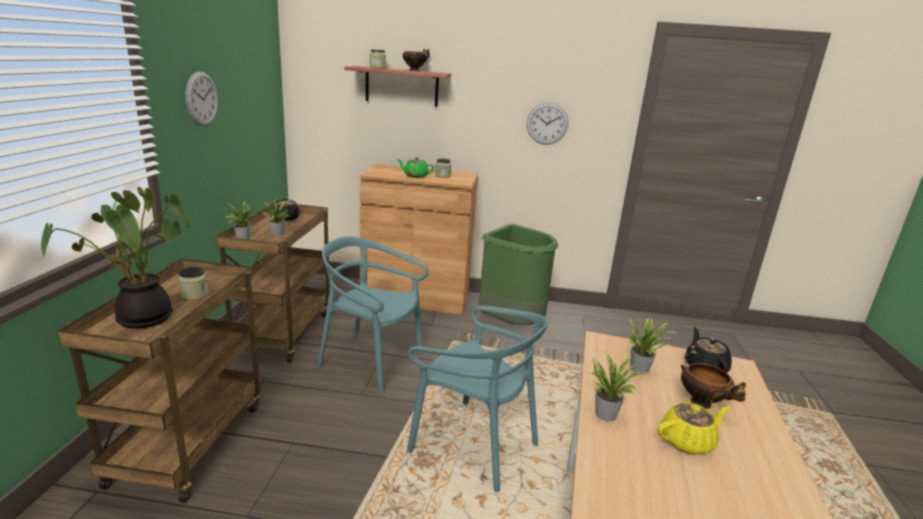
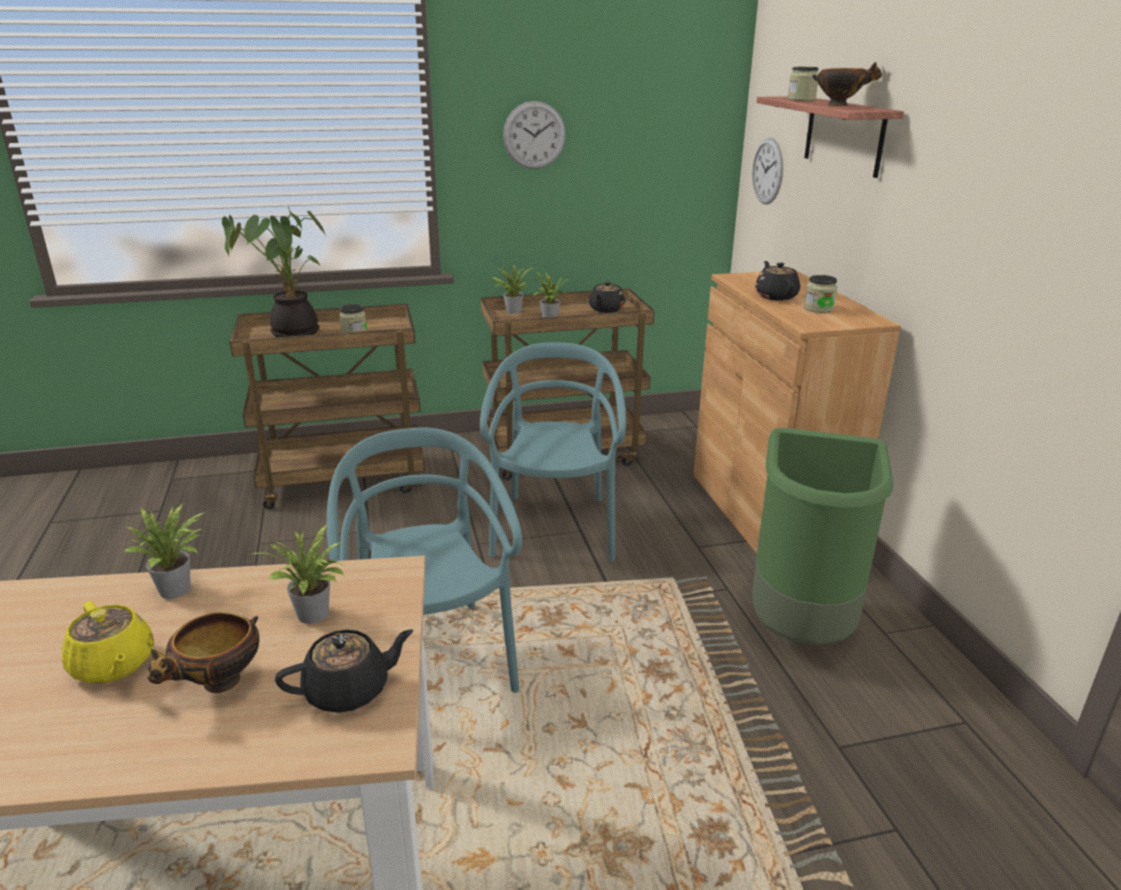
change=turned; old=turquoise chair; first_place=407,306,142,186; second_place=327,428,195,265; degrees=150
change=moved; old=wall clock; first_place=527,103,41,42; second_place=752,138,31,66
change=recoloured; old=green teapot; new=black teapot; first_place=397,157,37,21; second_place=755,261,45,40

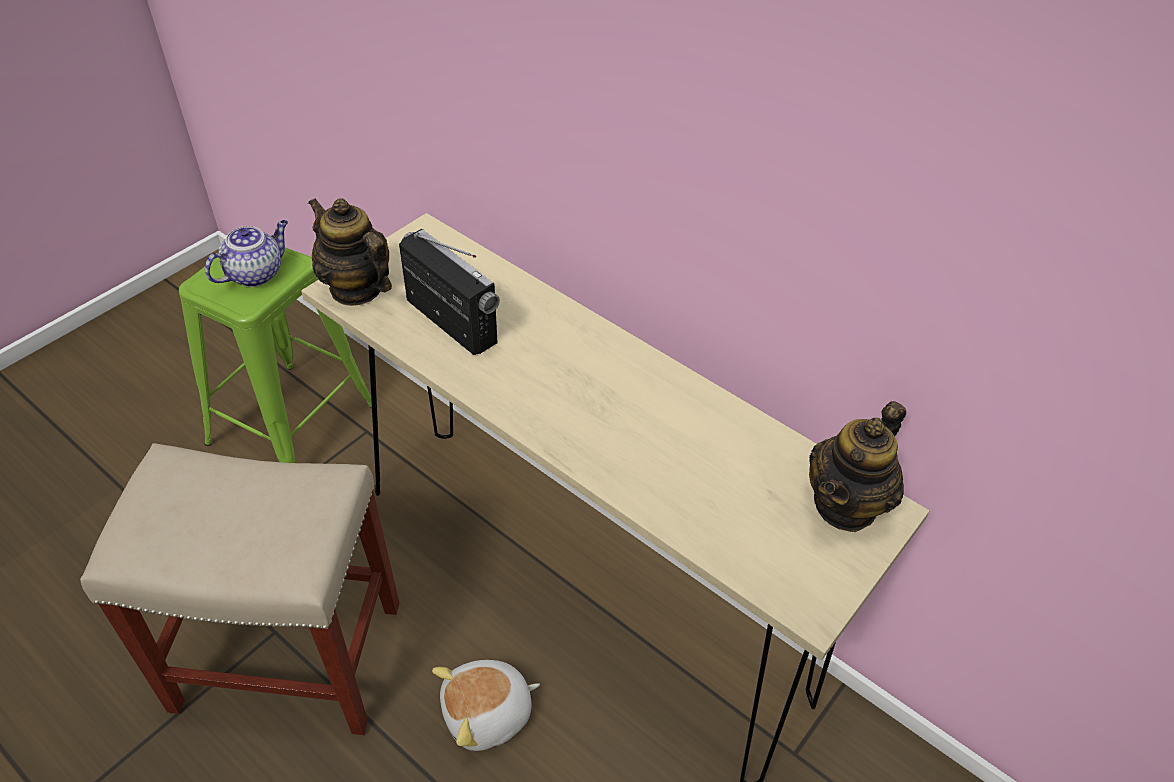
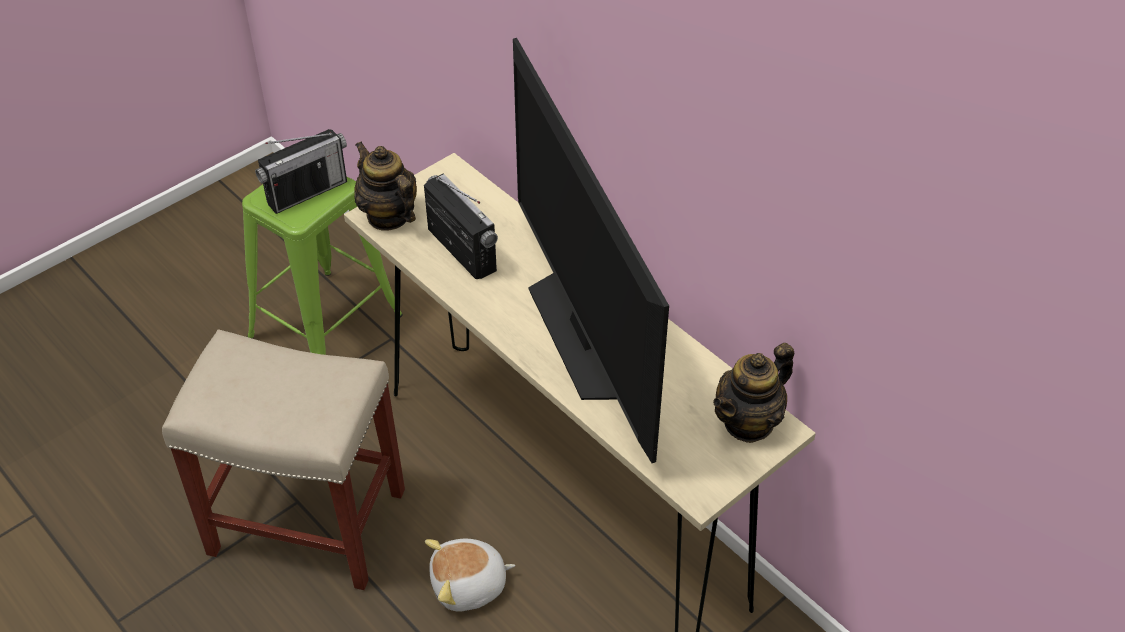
change=replaced; old=teapot; new=radio; first_place=205,220,83,67; second_place=255,129,92,85
change=added; new=television; second_place=513,38,156,425

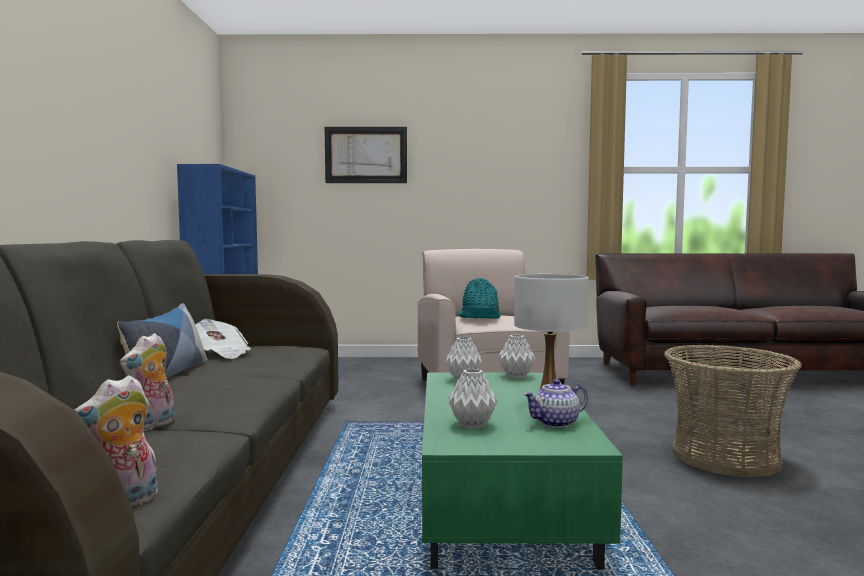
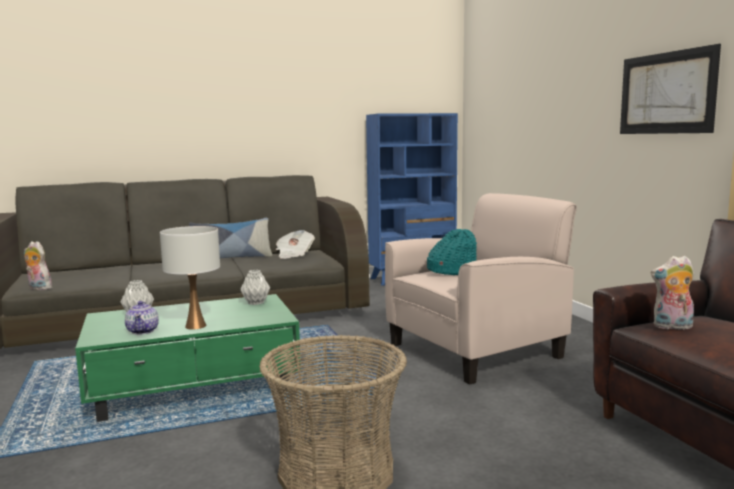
change=turned; old=teapot; first_place=523,379,65,49; second_place=125,301,34,34; degrees=-150
change=moved; old=picture; first_place=325,127,82,56; second_place=620,44,101,90
change=moved; old=plush toy; first_place=120,333,54,98; second_place=651,256,43,74
change=removed; old=grey vase; first_place=498,334,37,44

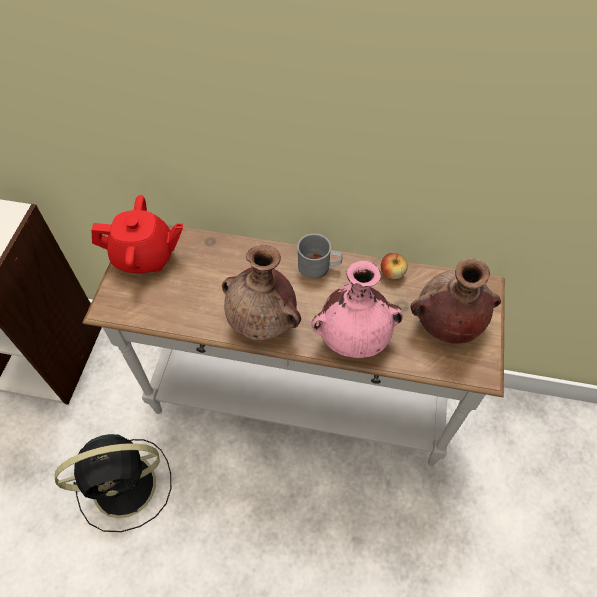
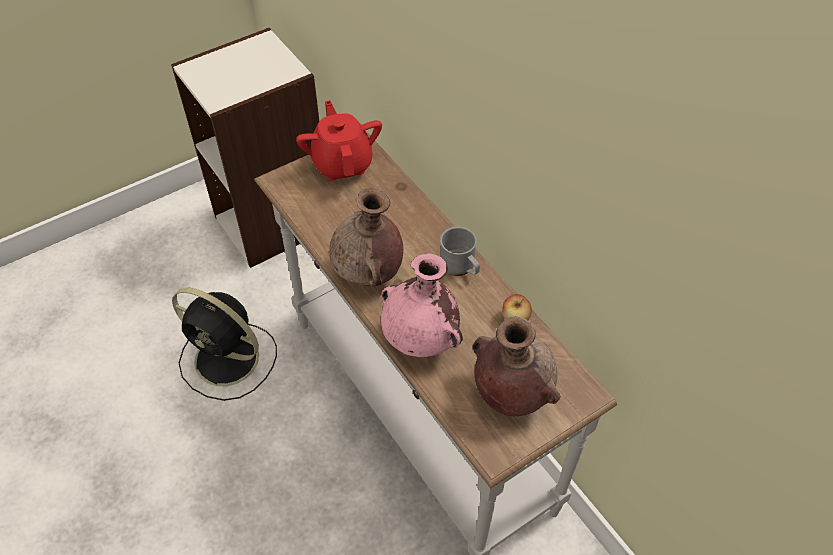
change=turned; old=red teapot; first_place=91,195,92,78; second_place=296,100,86,81; degrees=-150

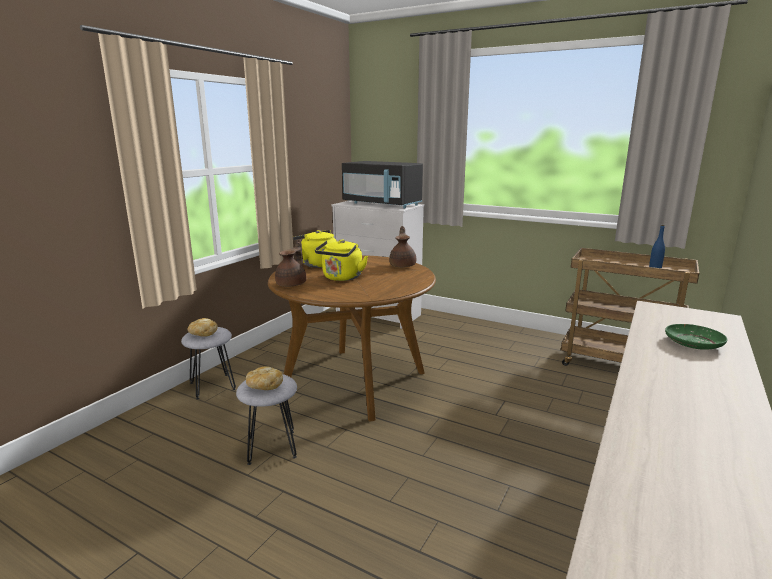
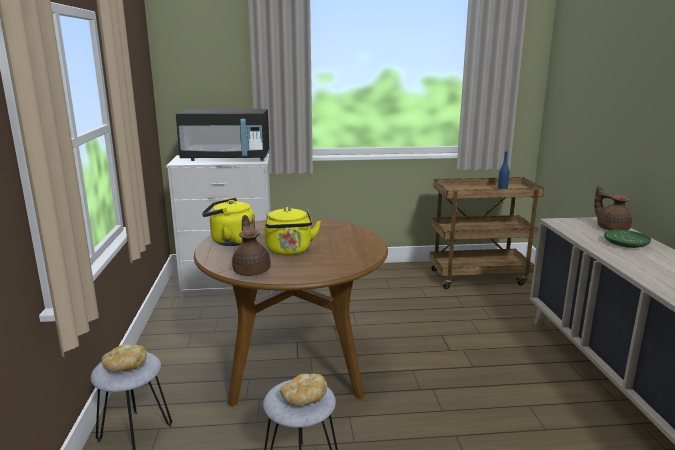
change=moved; old=brown teapot; first_place=389,226,27,42; second_place=594,185,38,45

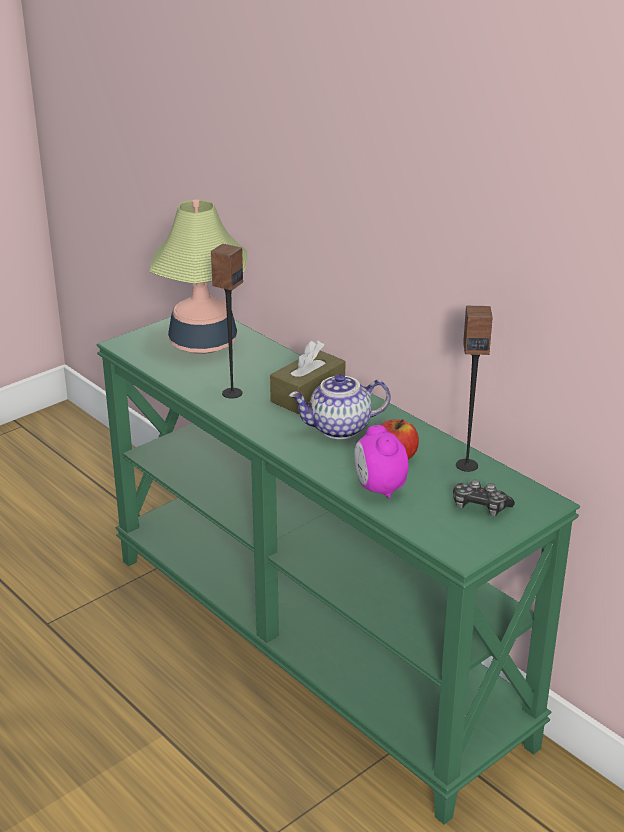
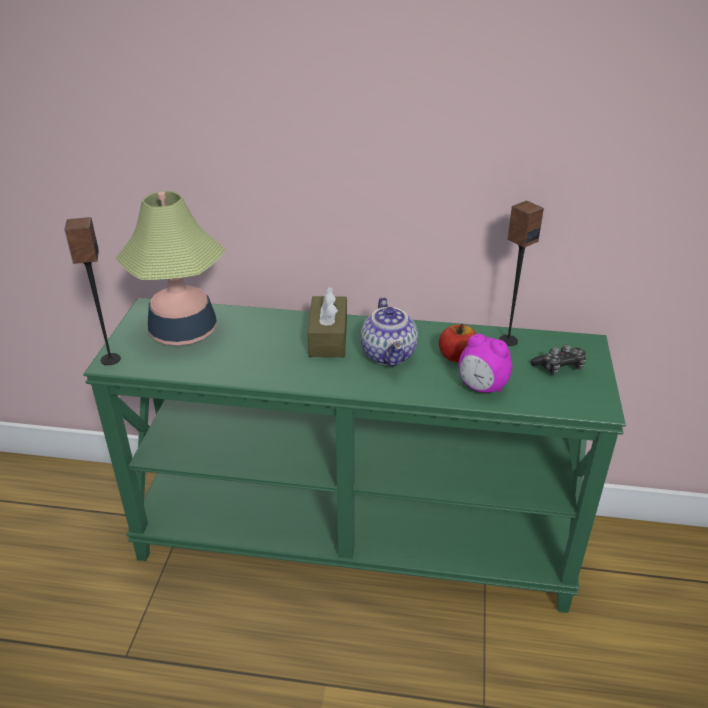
change=moved; old=speaker; first_place=211,244,32,155; second_place=64,217,57,148
change=turned; old=teapot; first_place=289,374,102,65; second_place=361,297,57,70; degrees=-45

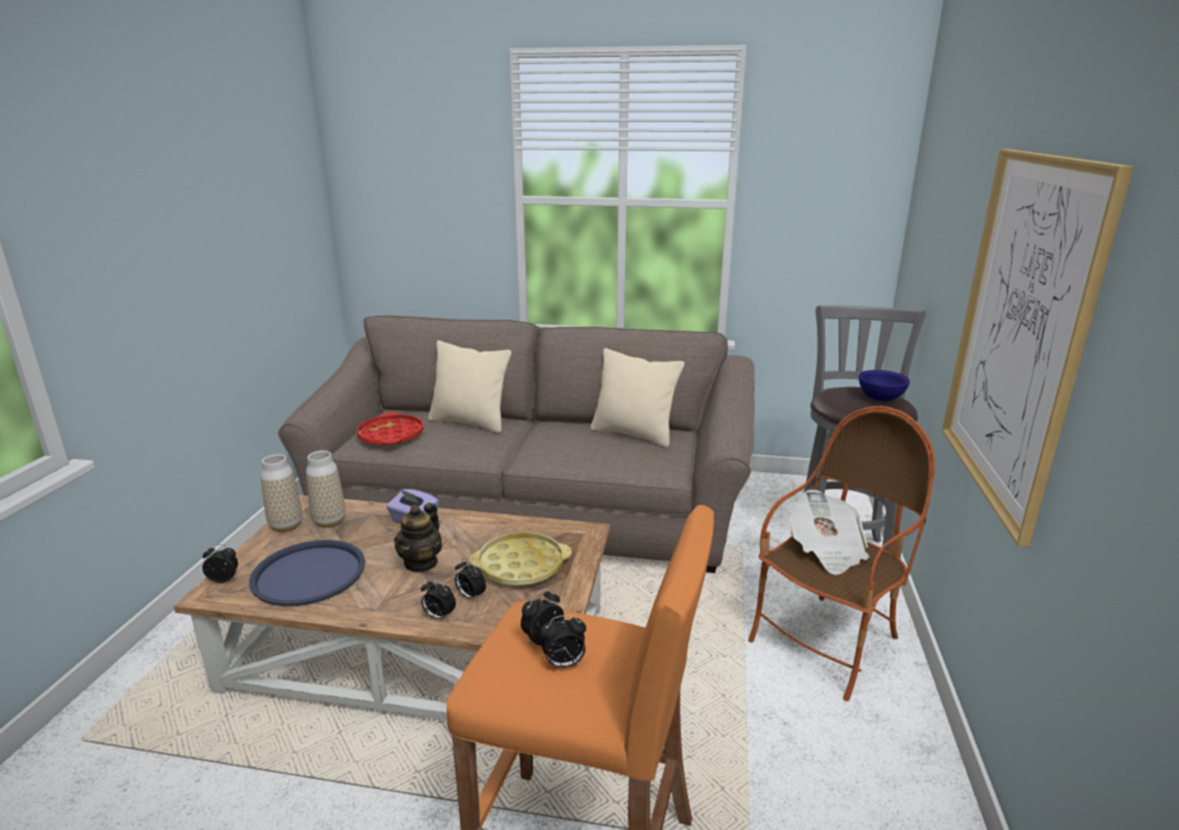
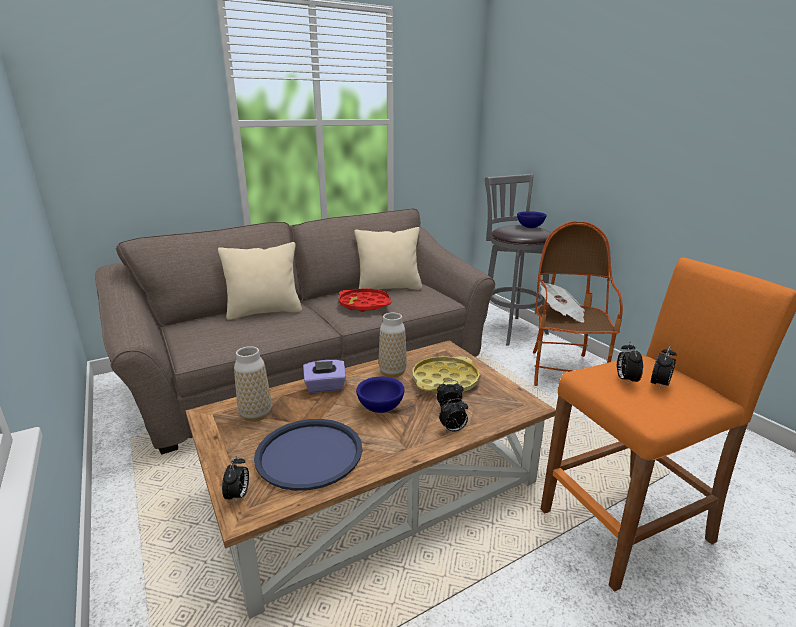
change=turned; old=alarm clock; first_place=202,544,36,39; second_place=222,456,27,48; degrees=135
change=moved; old=red tray; first_place=357,412,67,33; second_place=338,288,54,24
change=replaced; old=teapot; new=blue bowl; first_place=394,503,48,70; second_place=356,376,49,37
change=moved; old=vase; first_place=261,454,41,78; second_place=379,313,28,65
change=removed; old=picture; first_place=942,149,192,398

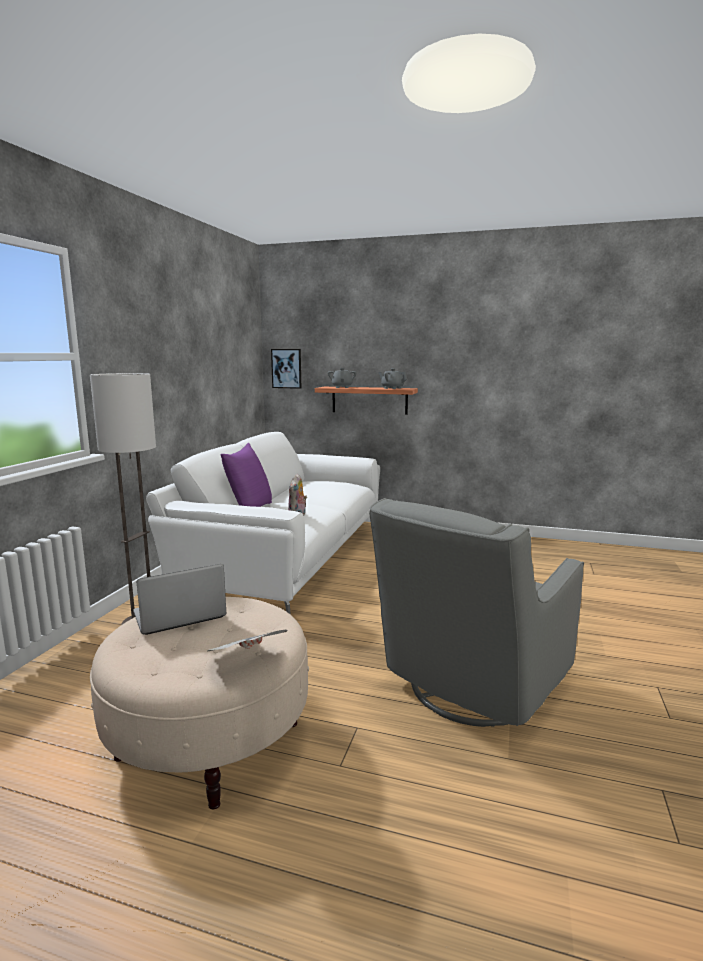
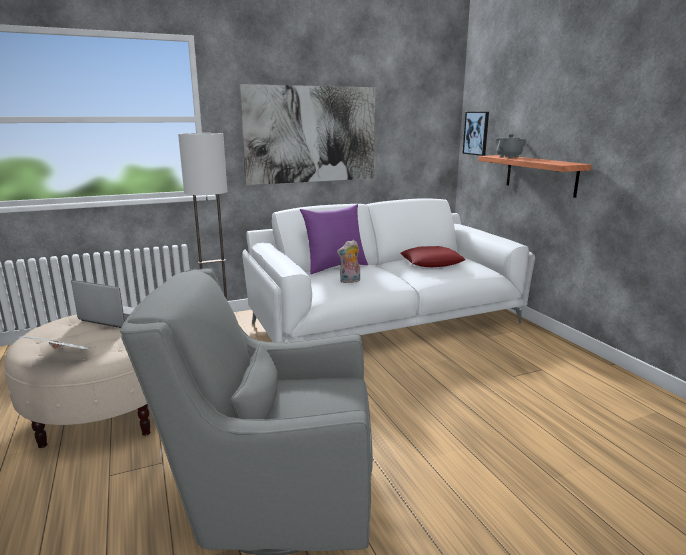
change=added; new=picture; second_place=239,84,136,101
change=added; new=red pillow; second_place=400,246,66,21
change=removed; old=grey teapot; first_place=378,368,29,21

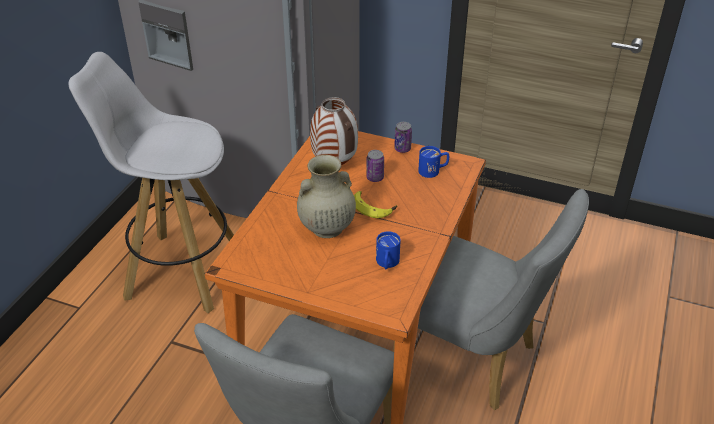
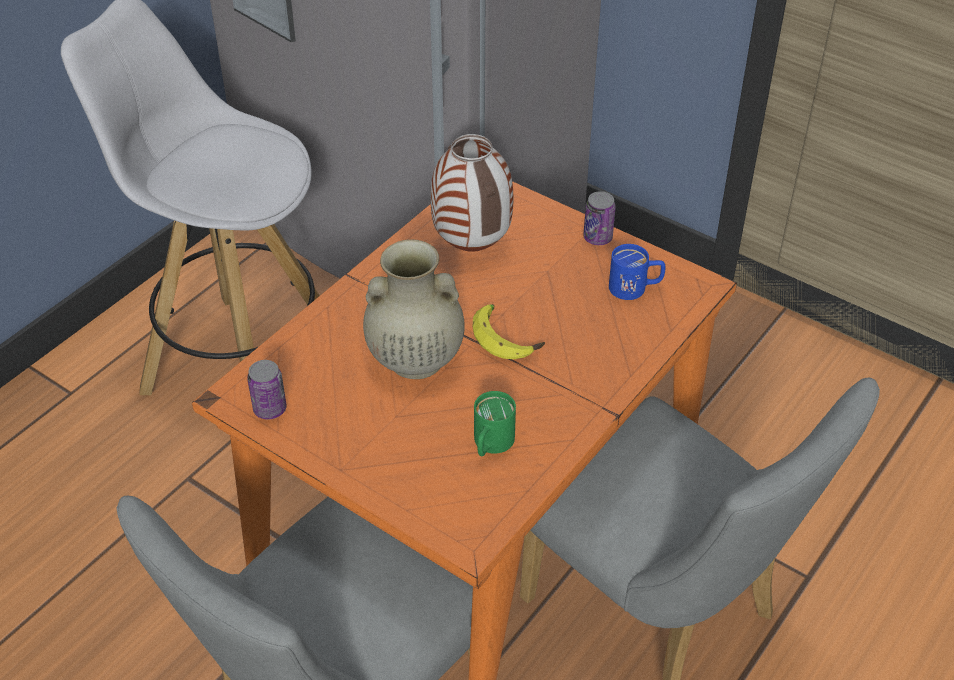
change=moved; old=can; first_place=366,150,18,32; second_place=247,360,40,60
change=recoloured; old=blue mug; new=green mug; first_place=376,231,25,38; second_place=474,391,42,65

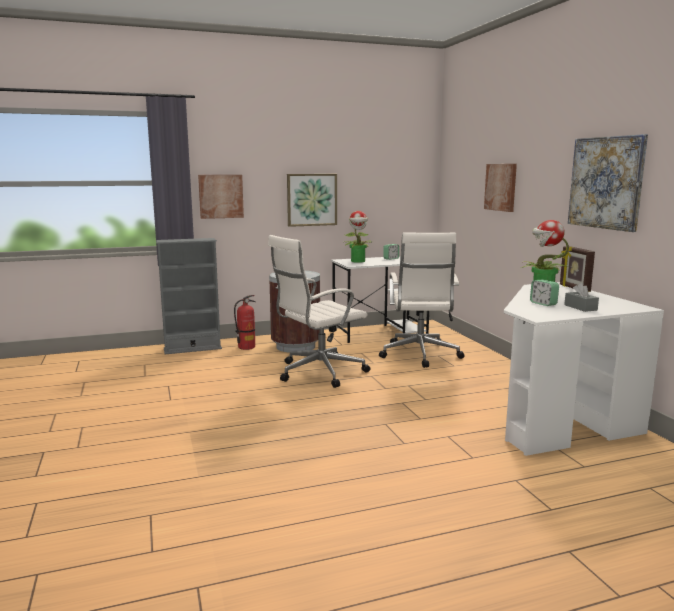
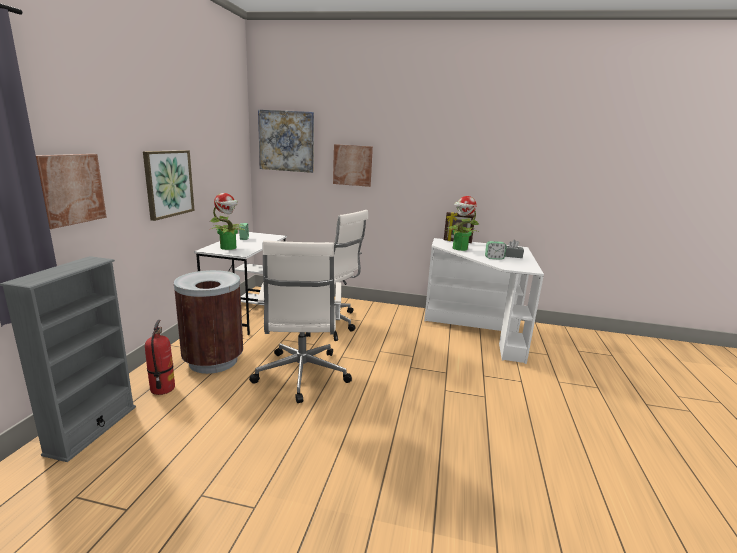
change=moved; old=picture; first_place=568,134,80,98; second_place=258,110,56,63

